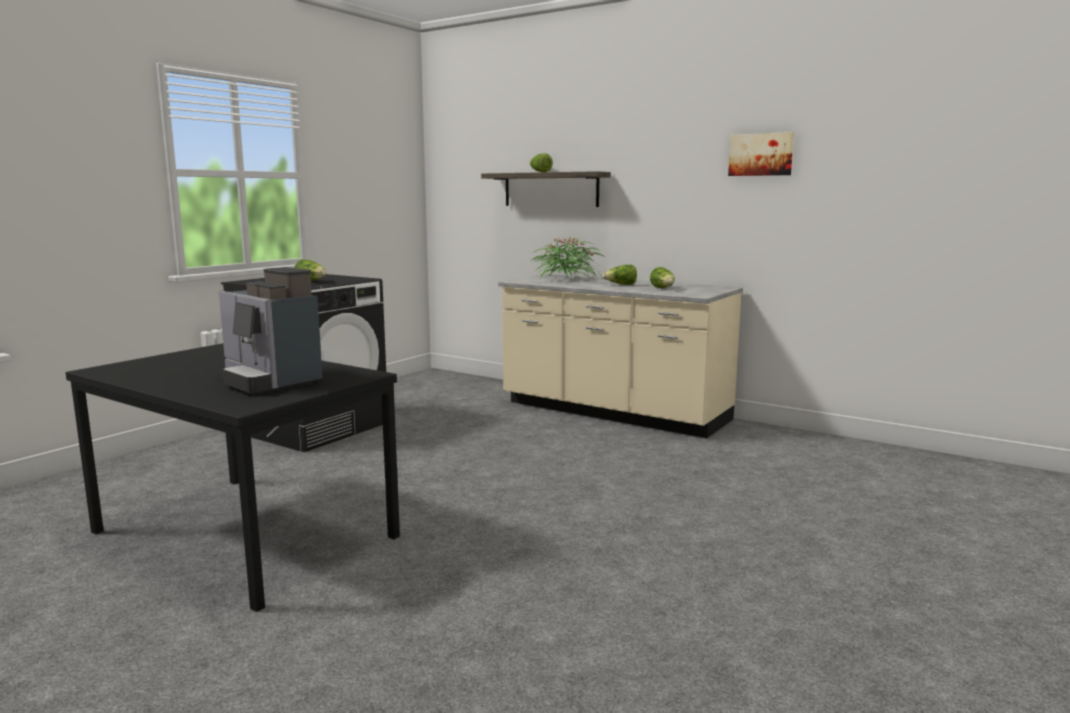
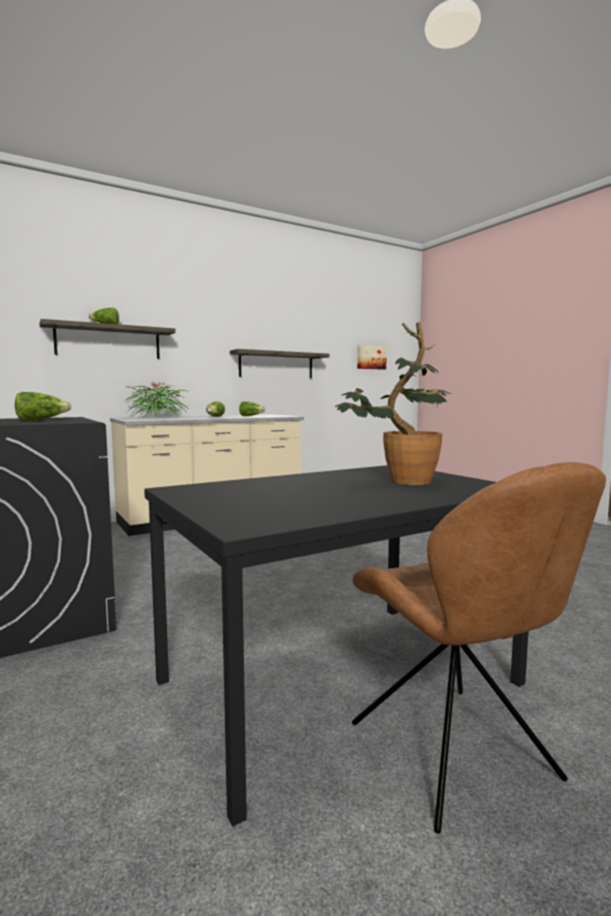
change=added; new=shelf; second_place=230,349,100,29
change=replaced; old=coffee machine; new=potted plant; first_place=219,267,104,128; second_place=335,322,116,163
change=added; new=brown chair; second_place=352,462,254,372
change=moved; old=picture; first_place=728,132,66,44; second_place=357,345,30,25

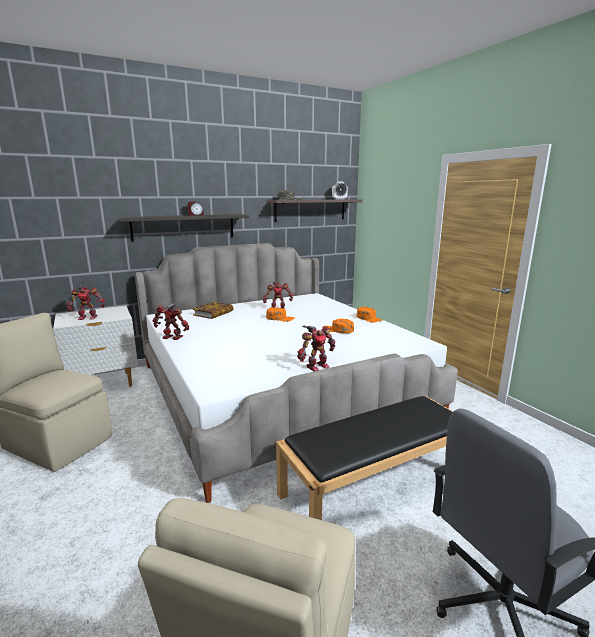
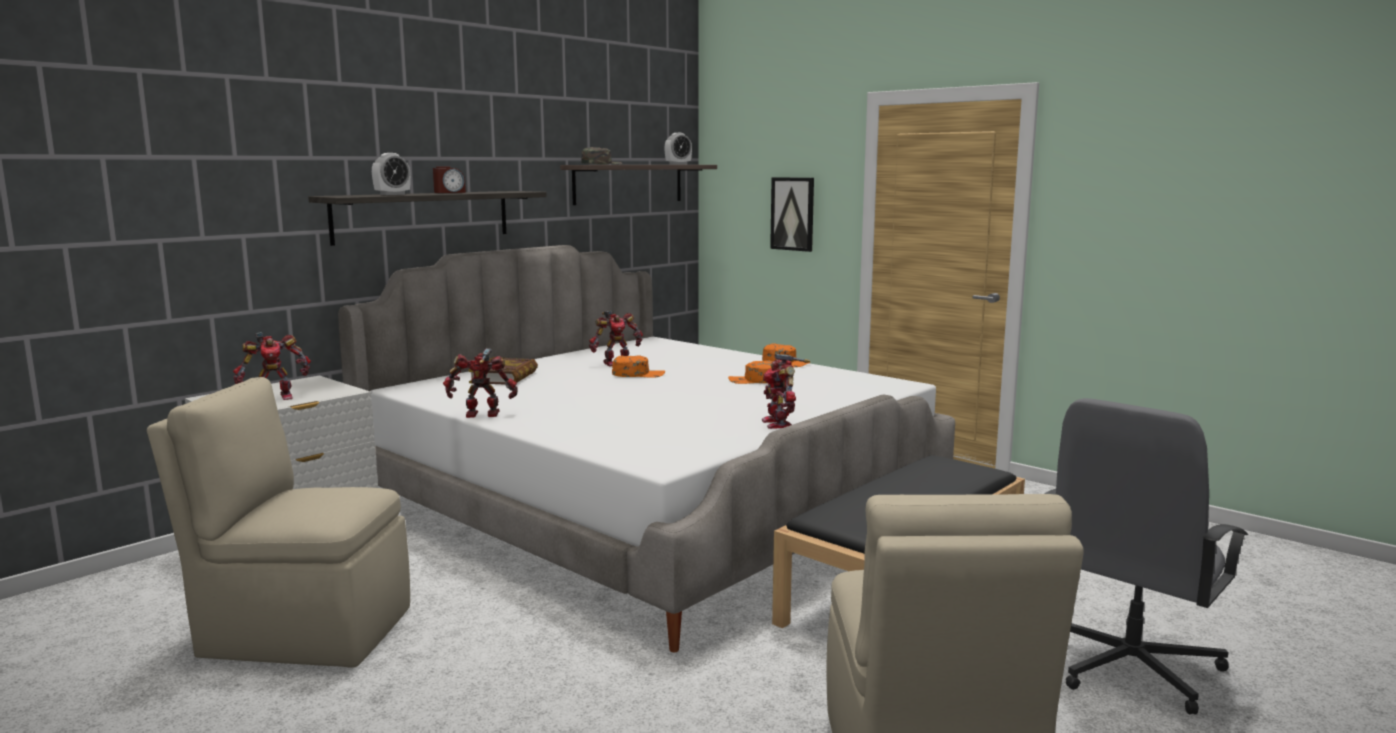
change=added; new=alarm clock; second_place=372,153,39,42
change=turned; old=toy robot; first_place=297,325,39,46; second_place=762,354,48,75; degrees=135
change=added; new=picture; second_place=770,177,44,75

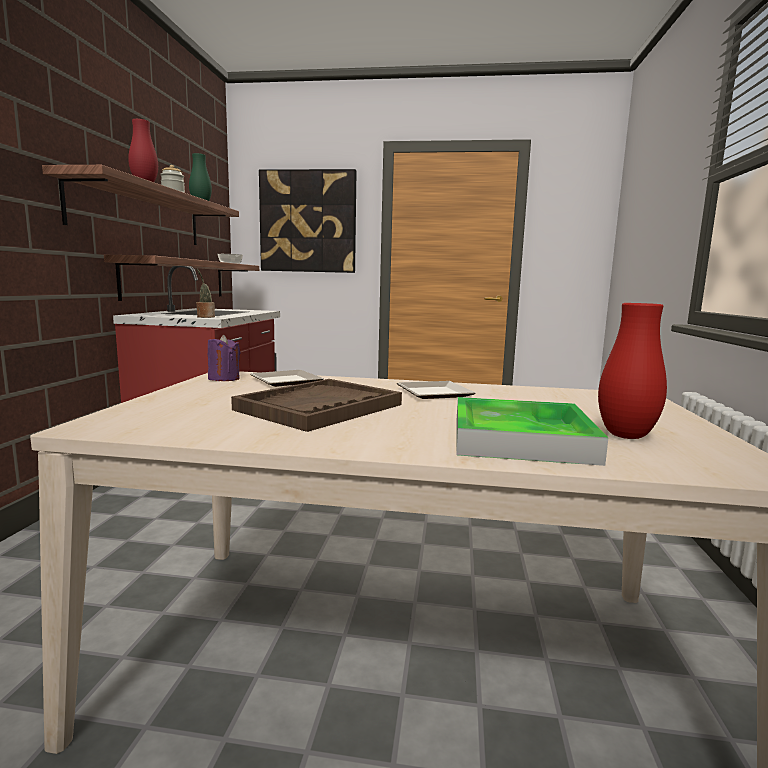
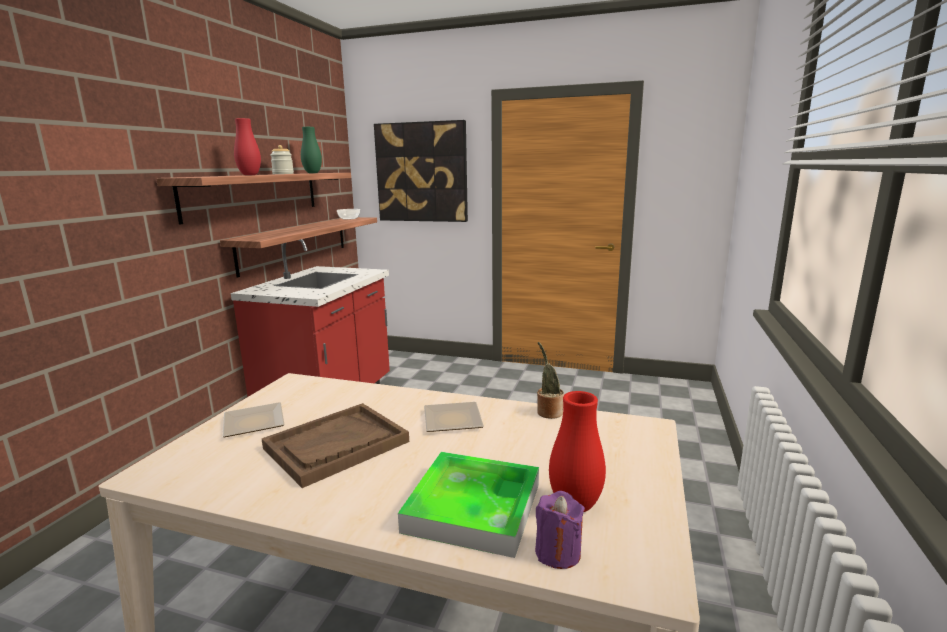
change=moved; old=plate; first_place=250,370,74,17; second_place=222,402,63,35
change=moved; old=purple candle; first_place=208,335,32,46; second_place=535,491,50,78
change=moved; old=potted plant; first_place=196,269,19,49; second_place=537,342,27,77

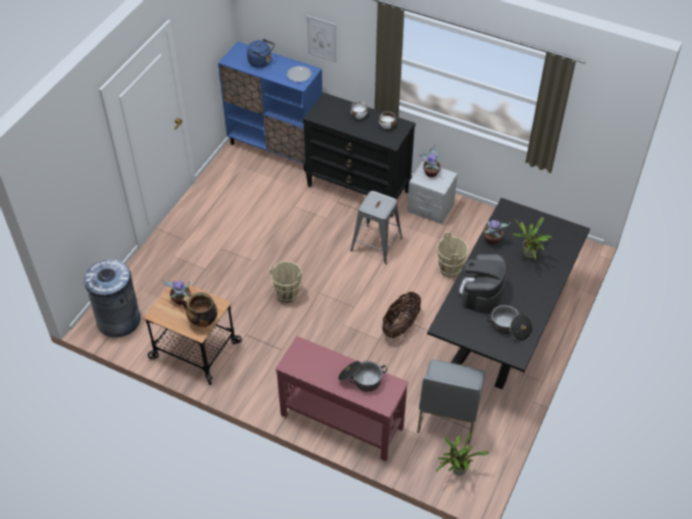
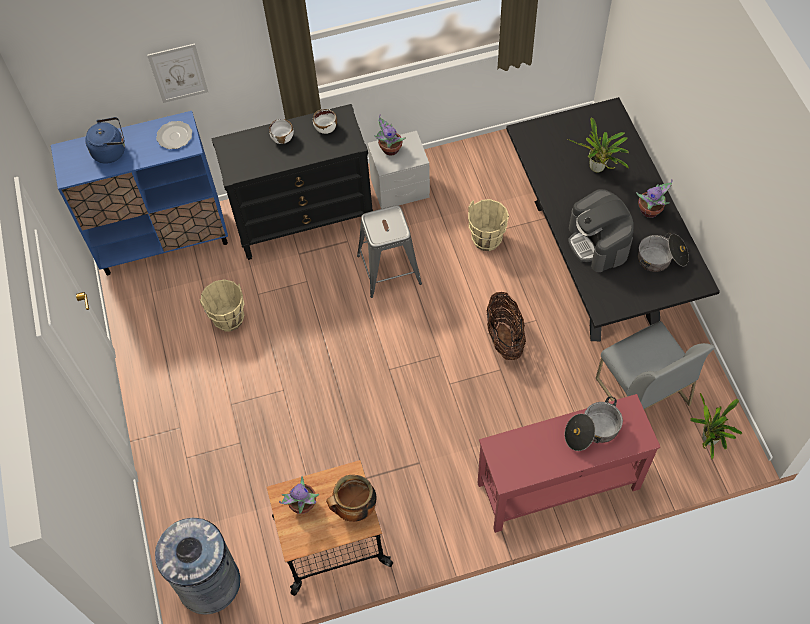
change=moved; old=beige bucket; first_place=270,261,32,42; second_place=199,280,46,52
change=moved; old=potted plant; first_place=483,219,28,26; second_place=636,179,37,39

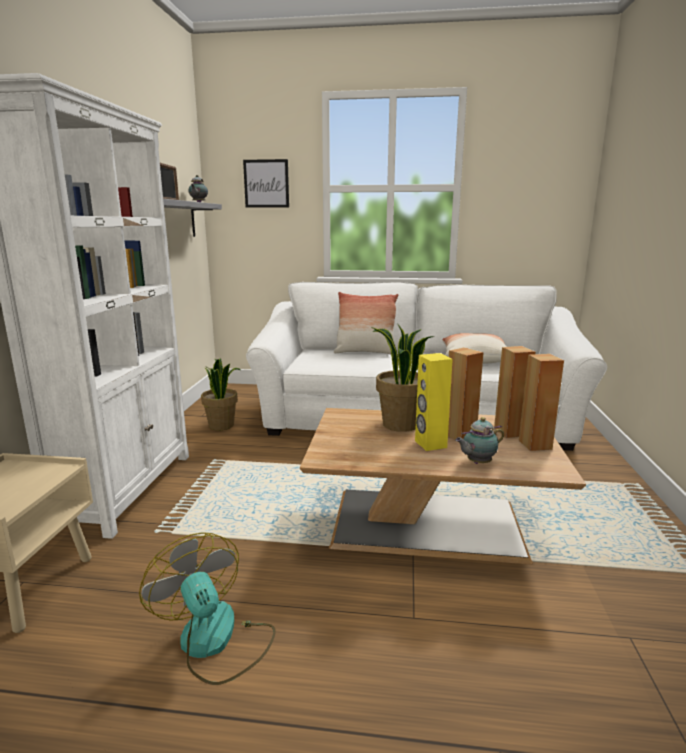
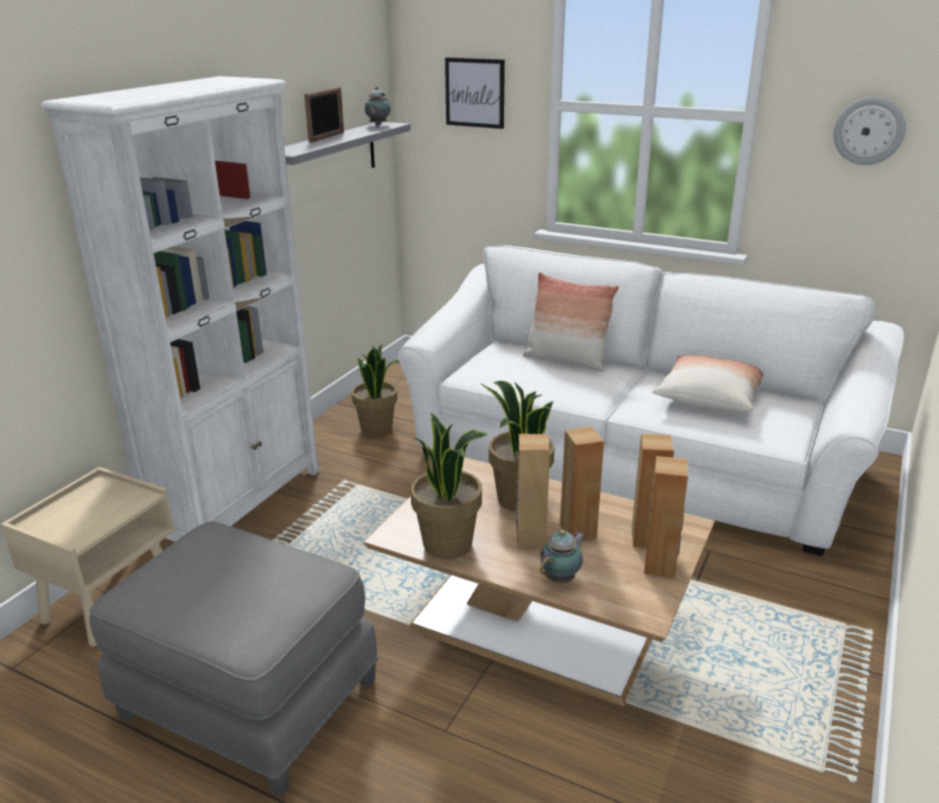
change=replaced; old=fan; new=grey ottoman; first_place=139,532,137,153; second_place=89,522,289,275
change=added; new=potted plant; second_place=411,413,76,146
change=recoloured; old=yellow speaker; new=brown speaker; first_place=415,353,38,98; second_place=516,434,34,114
change=turned; old=teapot; first_place=455,417,49,47; second_place=540,530,45,53; degrees=135
change=added; new=wall clock; second_place=834,97,72,68

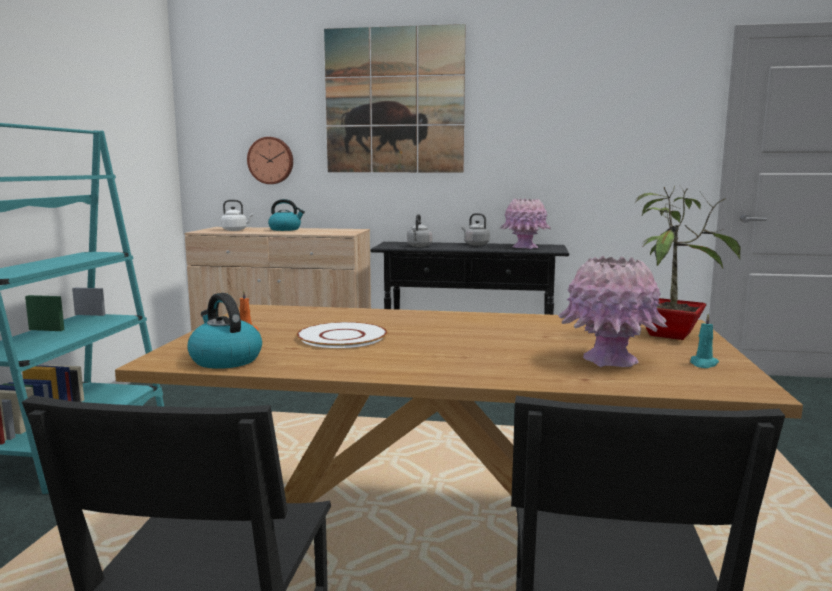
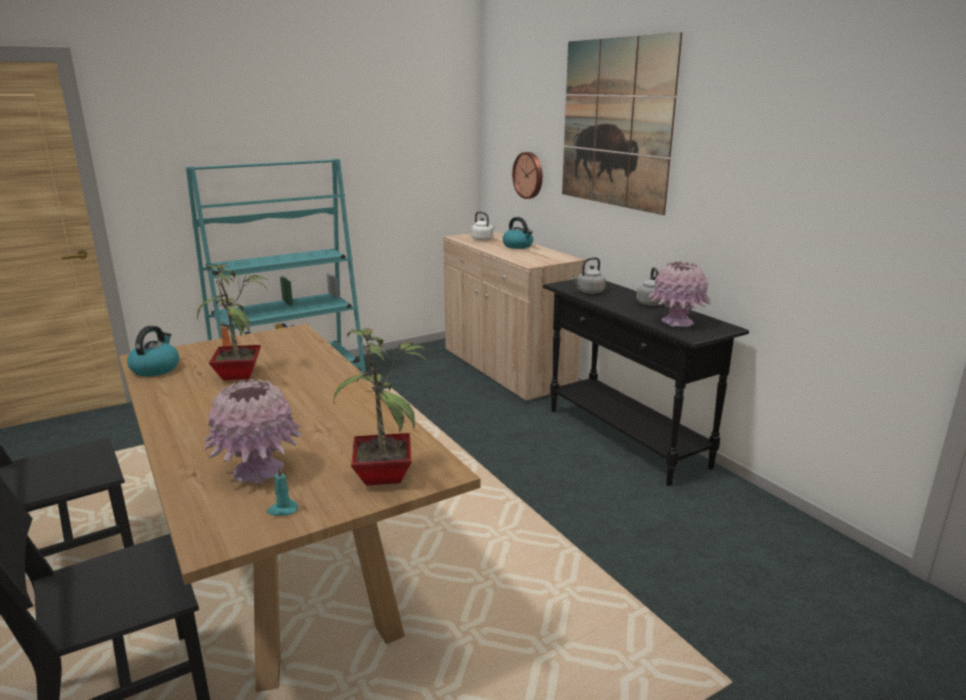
change=replaced; old=white plate; new=potted plant; first_place=297,322,90,26; second_place=197,263,71,117

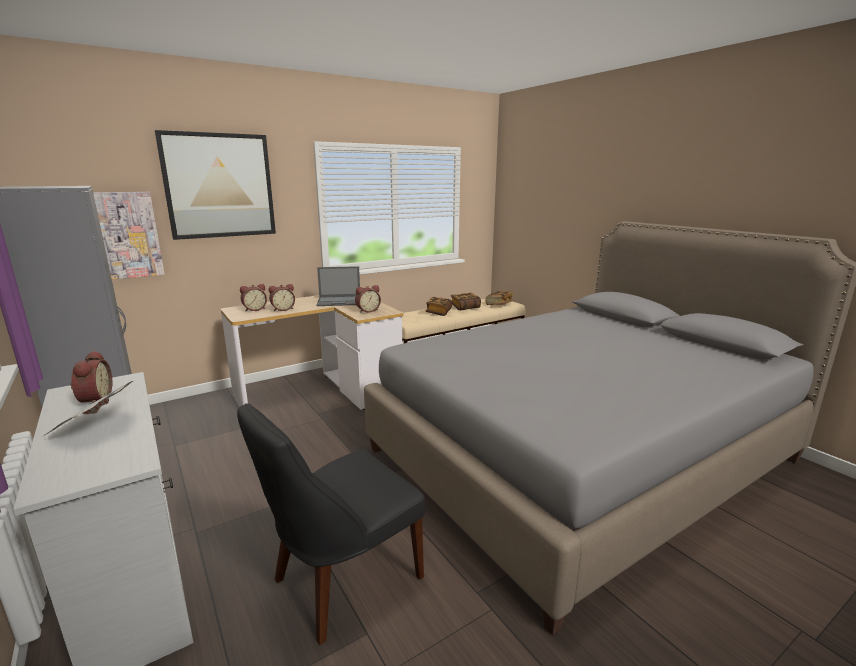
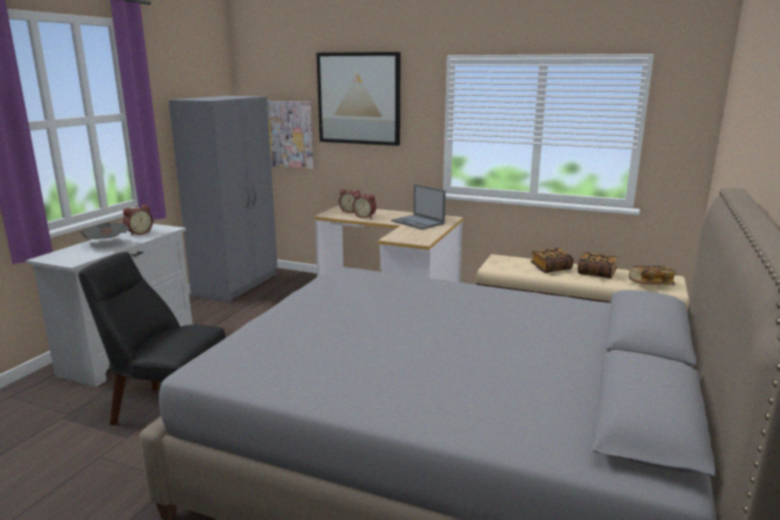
change=removed; old=alarm clock; first_place=355,285,26,28

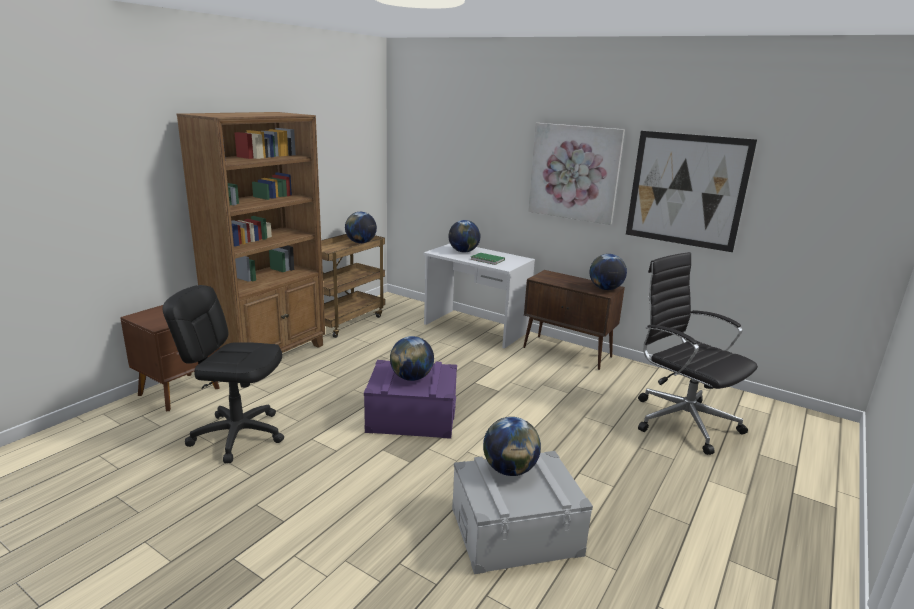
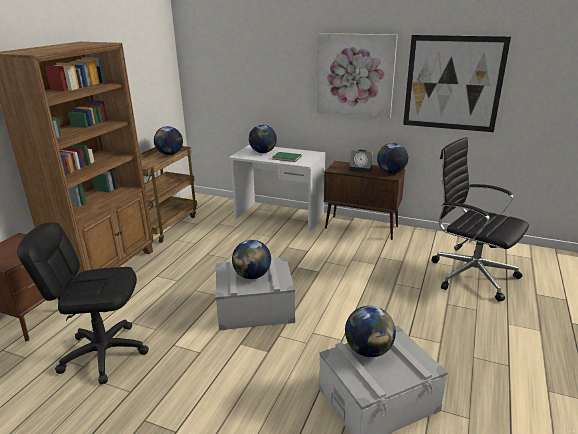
change=recoloured; old=purple storage box; new=grey storage box; first_place=364,360,93,79; second_place=215,257,80,74
change=added; new=alarm clock; second_place=349,150,24,23

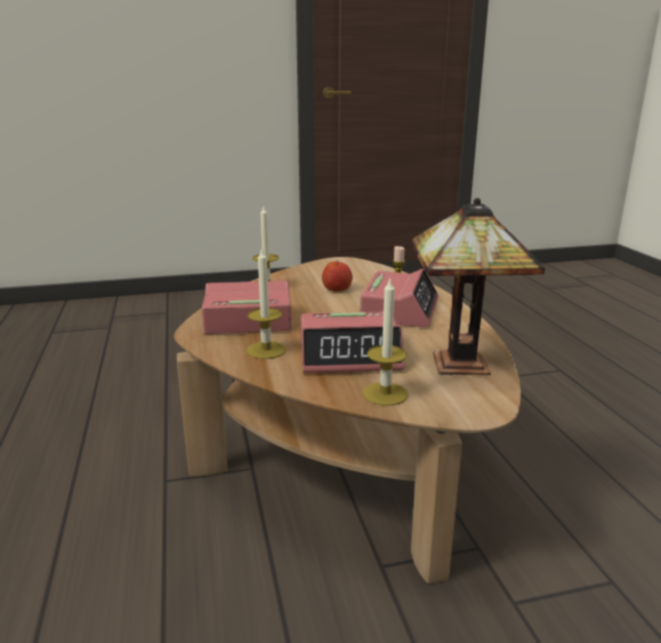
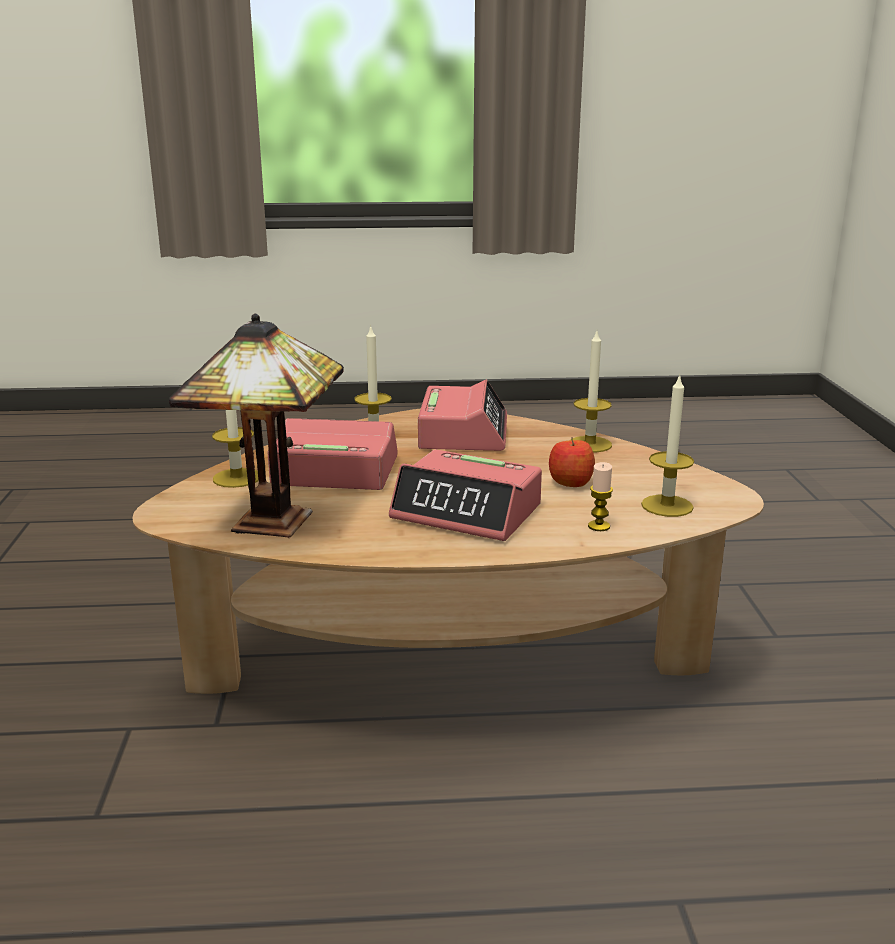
change=turned; old=alarm clock; first_place=301,312,103,61; second_place=268,418,129,72; degrees=90
change=added; new=candle; second_place=641,374,53,143

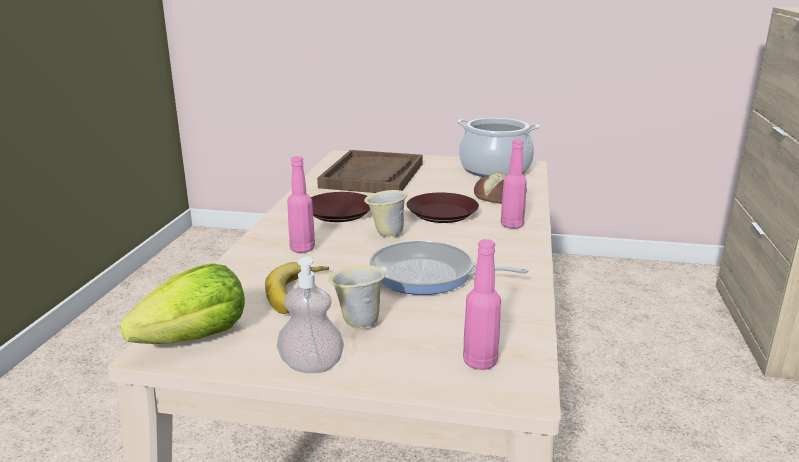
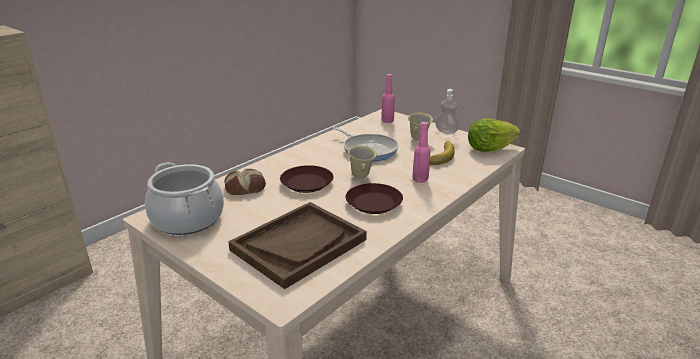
change=removed; old=pink bottle; first_place=501,139,26,90

